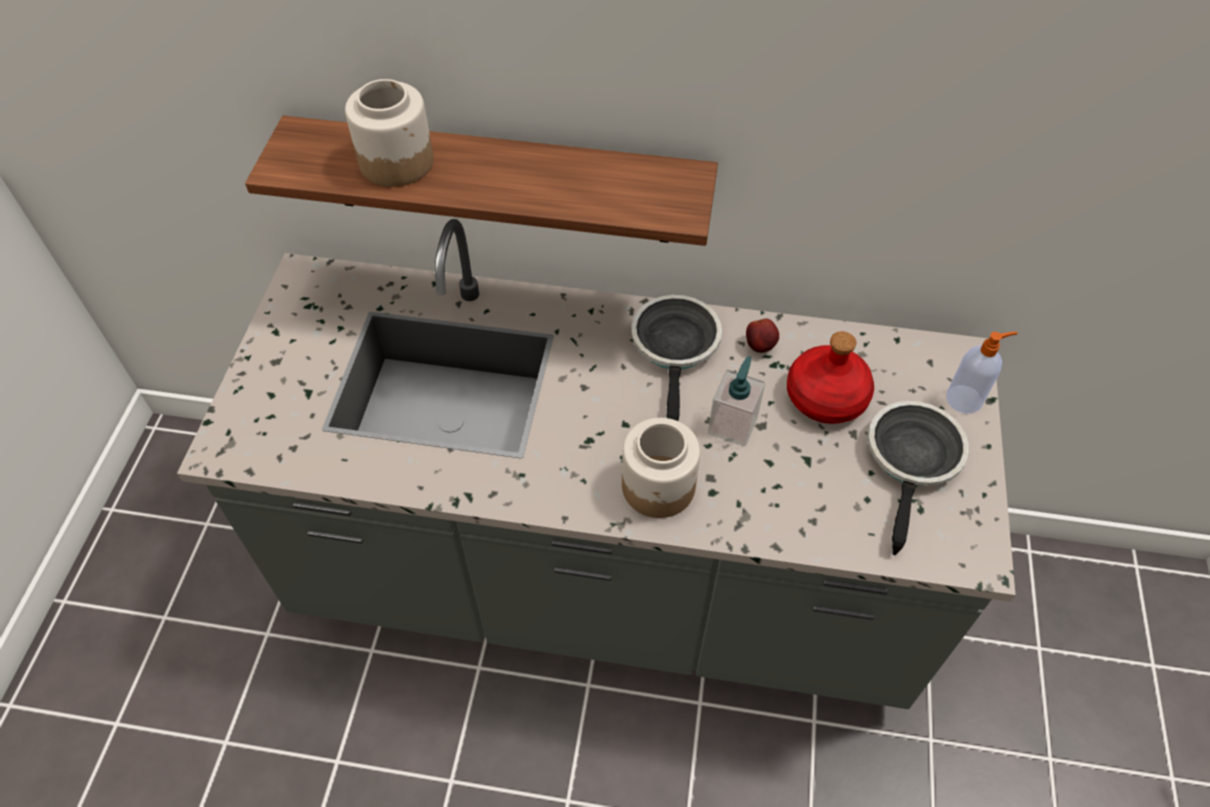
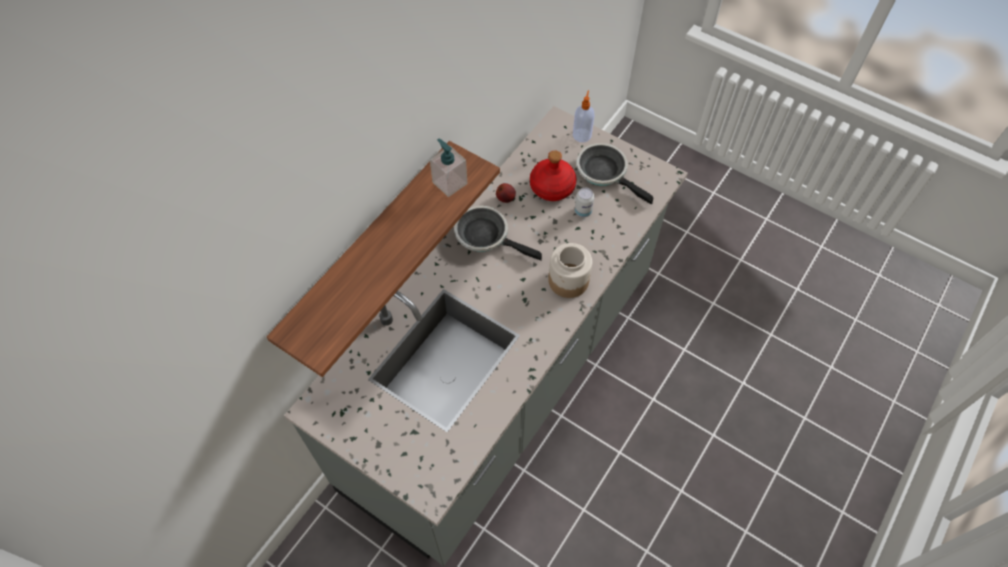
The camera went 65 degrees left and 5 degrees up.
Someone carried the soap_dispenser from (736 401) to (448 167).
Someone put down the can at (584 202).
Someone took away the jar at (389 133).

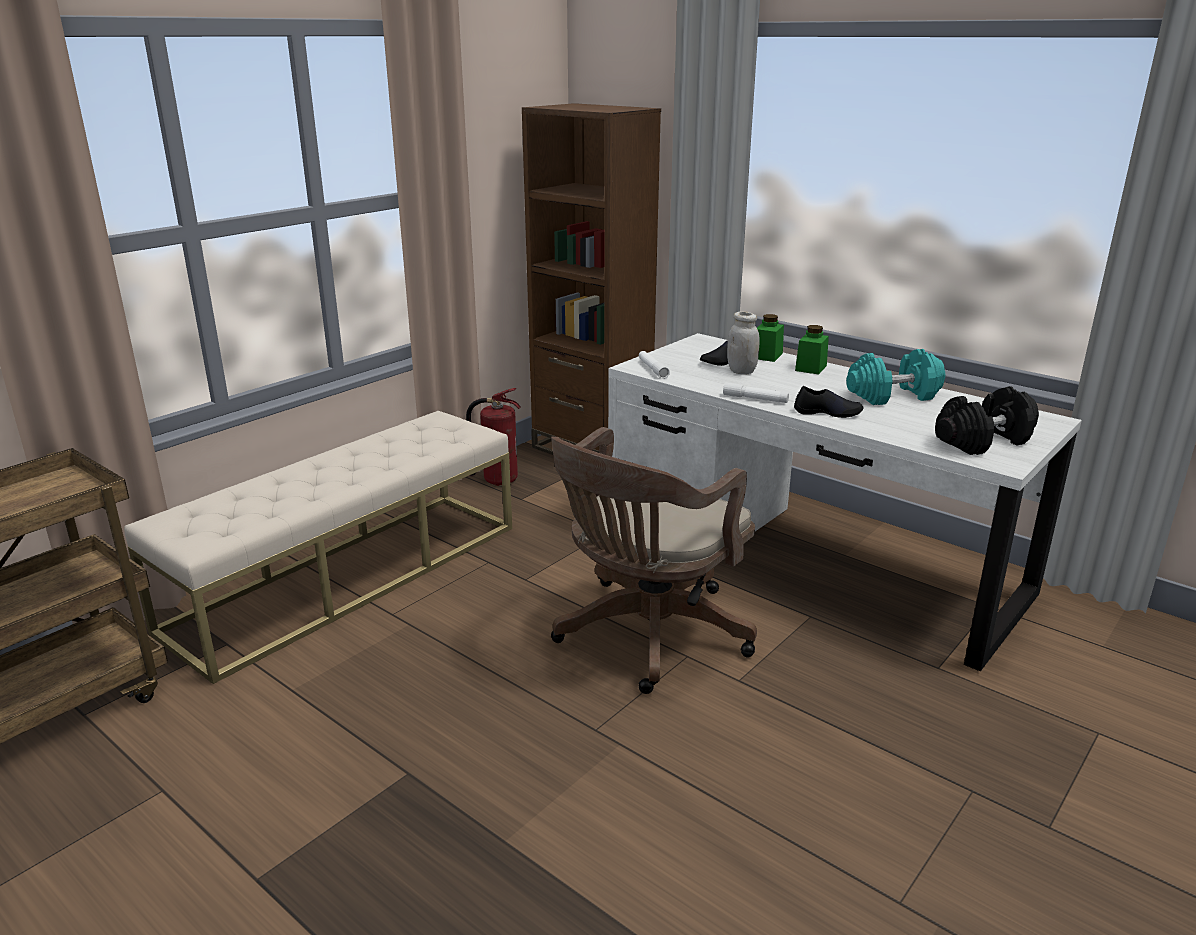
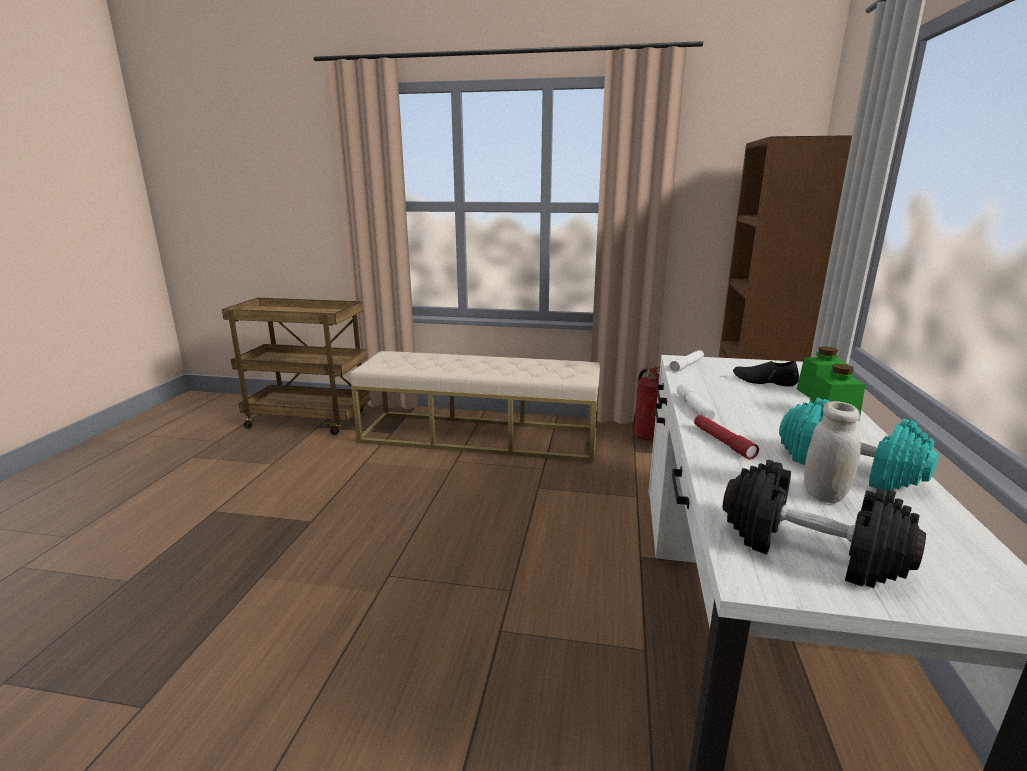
The camera went 60 degrees right and 5 degrees down.
Someone swapped the black_shoe at (829 402) for the red_flashlight at (726 437).
Someone carried the white_jar from (743 342) to (832 452).
Someone took away the brown_office_chair at (654 560).

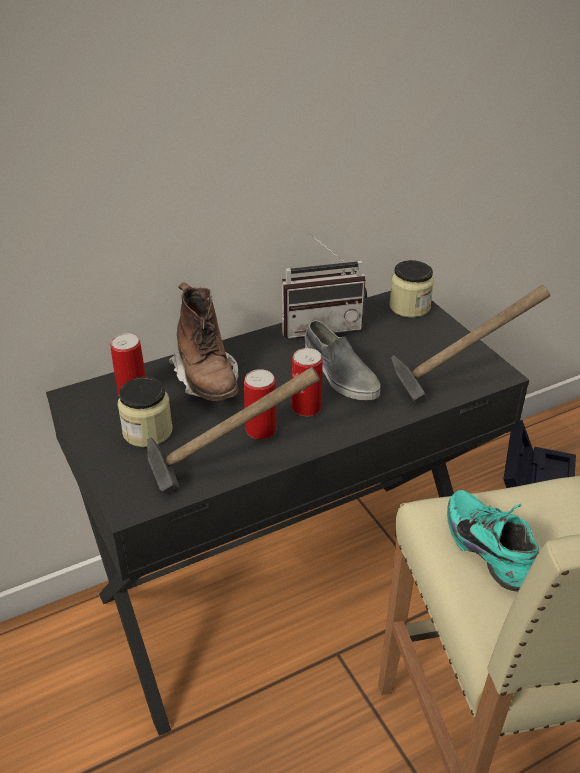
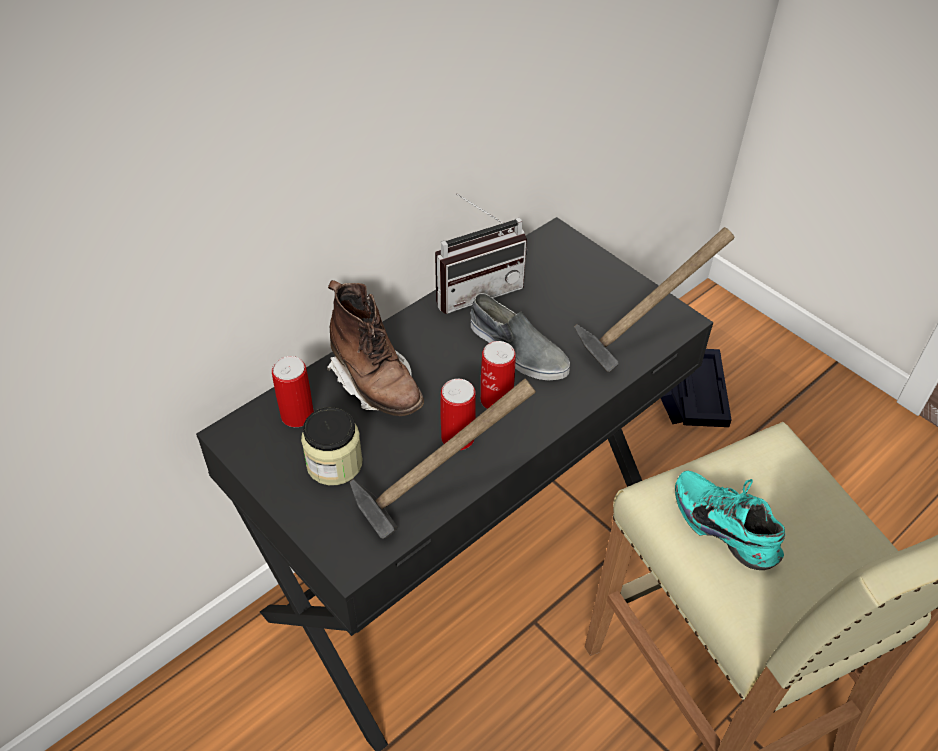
The camera went 15 degrees left and 10 degrees up.
Someone took away the jar at (412 289).

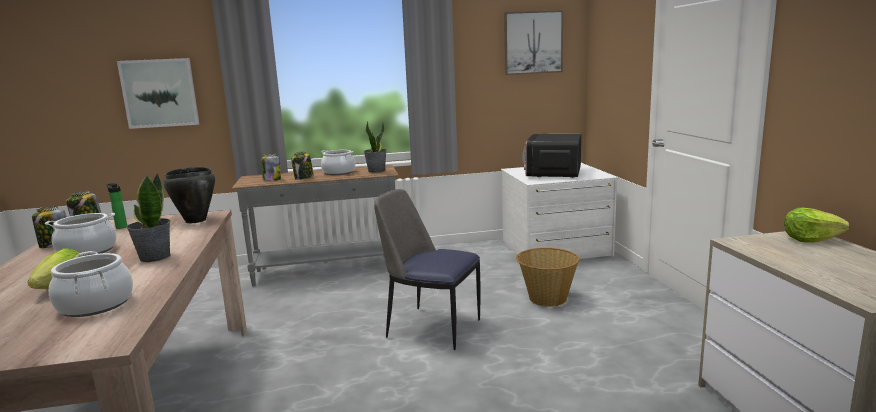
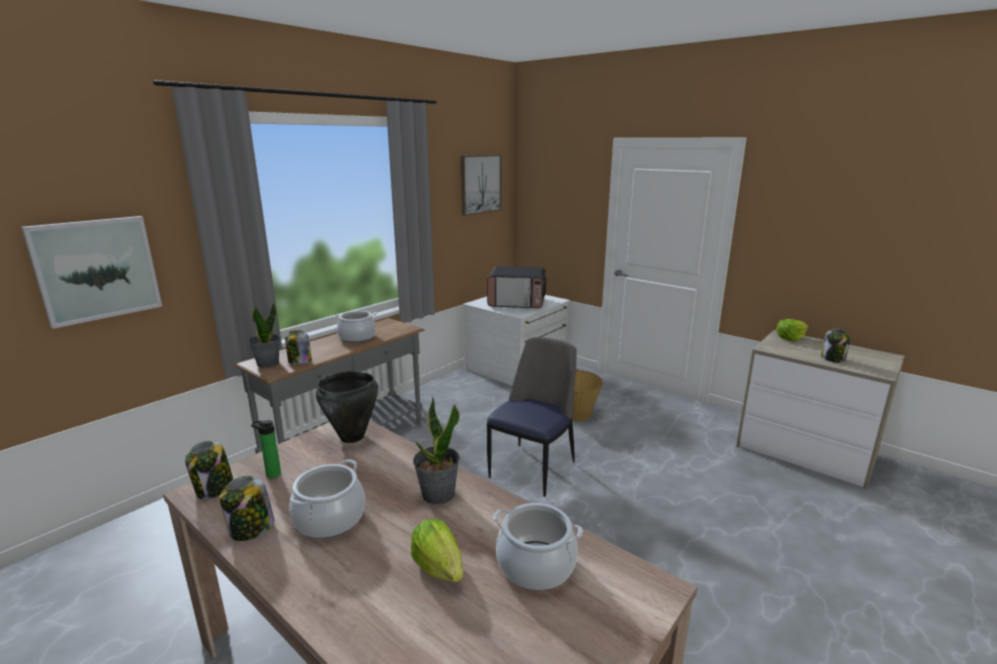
The camera went 40 degrees left and 5 degrees up.
Someone carried the potted_plant from (375 147) to (264 335).
Someone rotated the microwave at (551 156) by 60 degrees counterclockwise.
Someone rotated the chair at (427 269) by 135 degrees clockwise.
Someone carried the jar from (302 165) to (835 345).

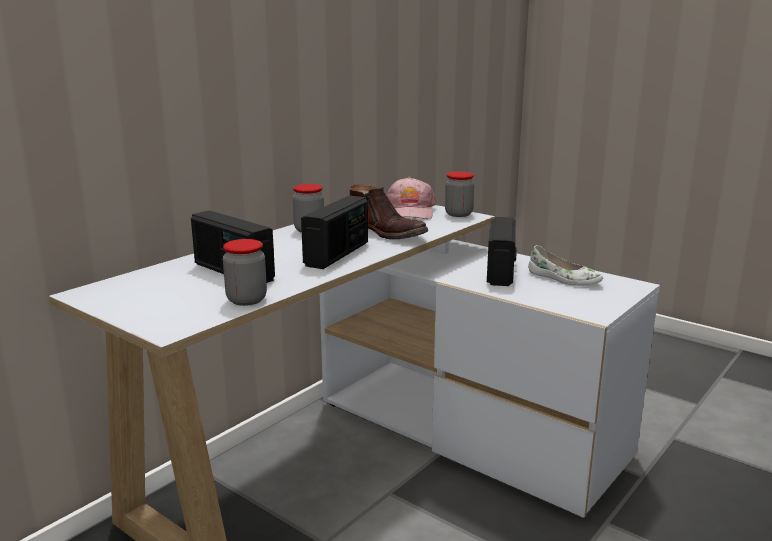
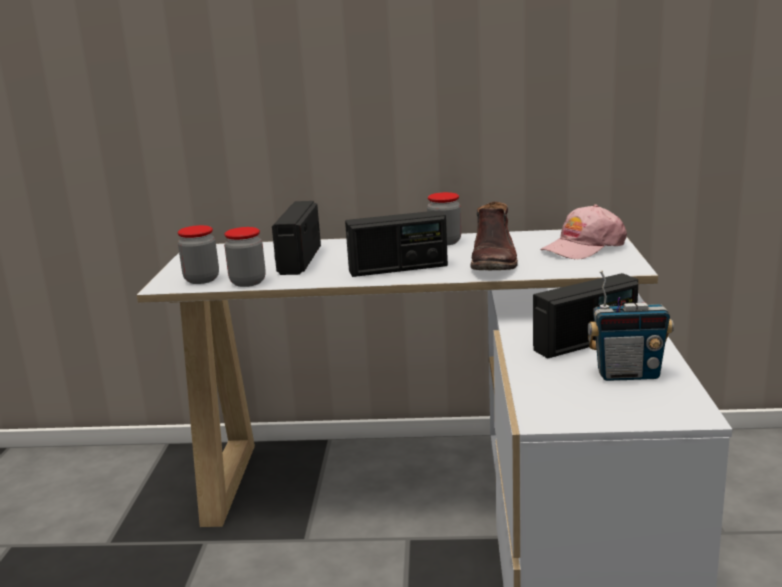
The camera went 55 degrees right and 0 degrees up.
Someone carried the jar from (459 194) to (198 254).
Someone swapped the white_shoe at (565 265) for the radio at (631 325).

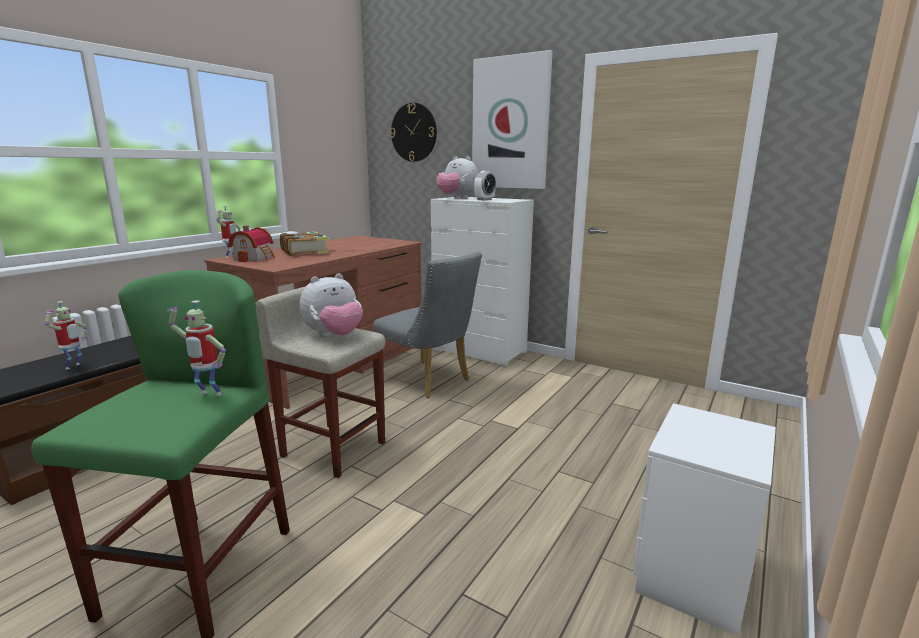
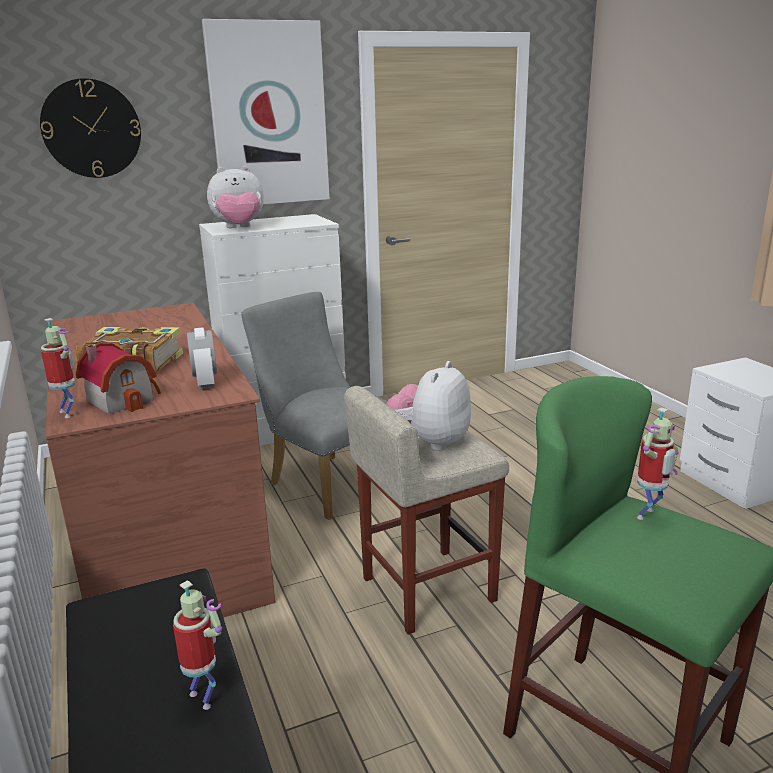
The camera went 55 degrees left and 5 degrees up.
Someone carried the alarm_clock from (485 185) to (202 358).
Someone rotated the grey_chair at (427 325) by 120 degrees counterclockwise.
Someone rotated the plush_toy at (331 305) by 150 degrees counterclockwise.

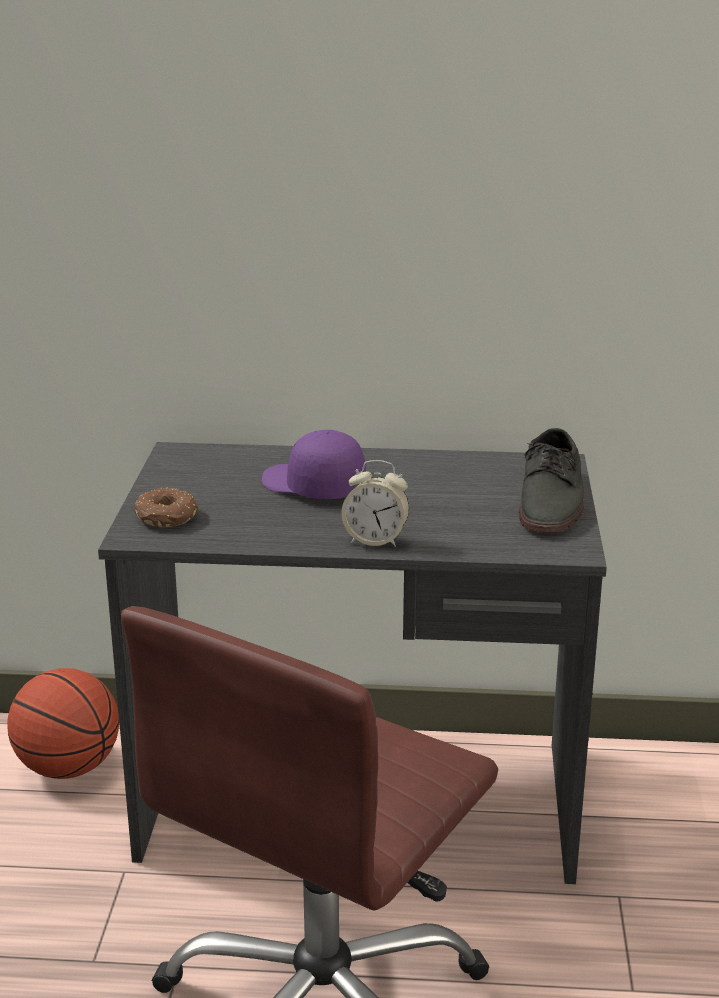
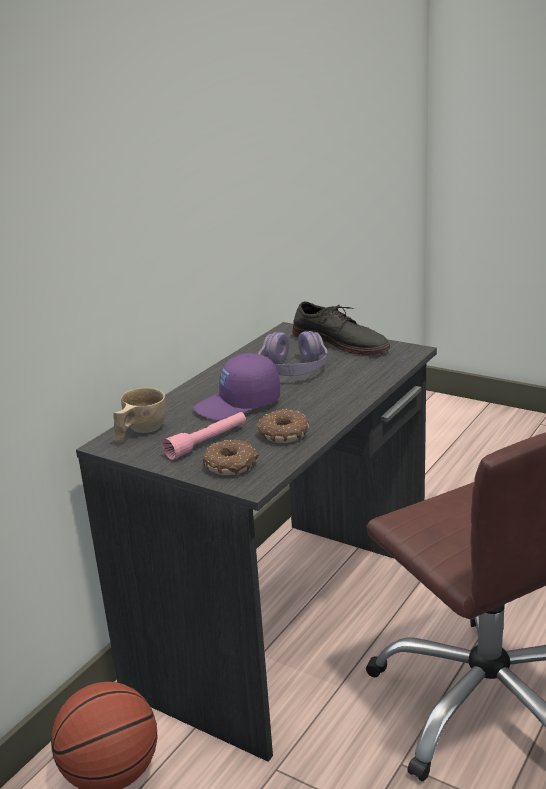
The camera went 60 degrees left and 0 degrees up.
Someone put down the beige_cup at (139 415).
Someone put down the pink_flashlight at (204 436).
Someone put down the donut at (282 426).
Someone put down the purple_headphones at (293 353).
Someone took away the alarm_clock at (375 503).

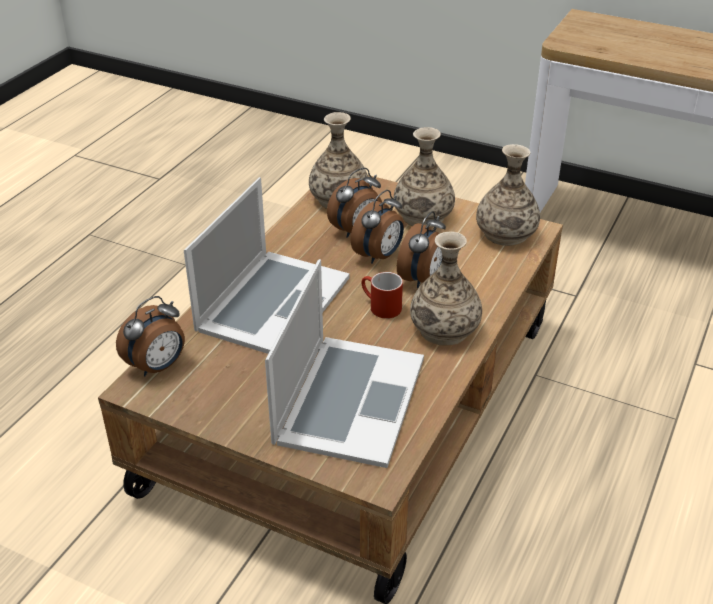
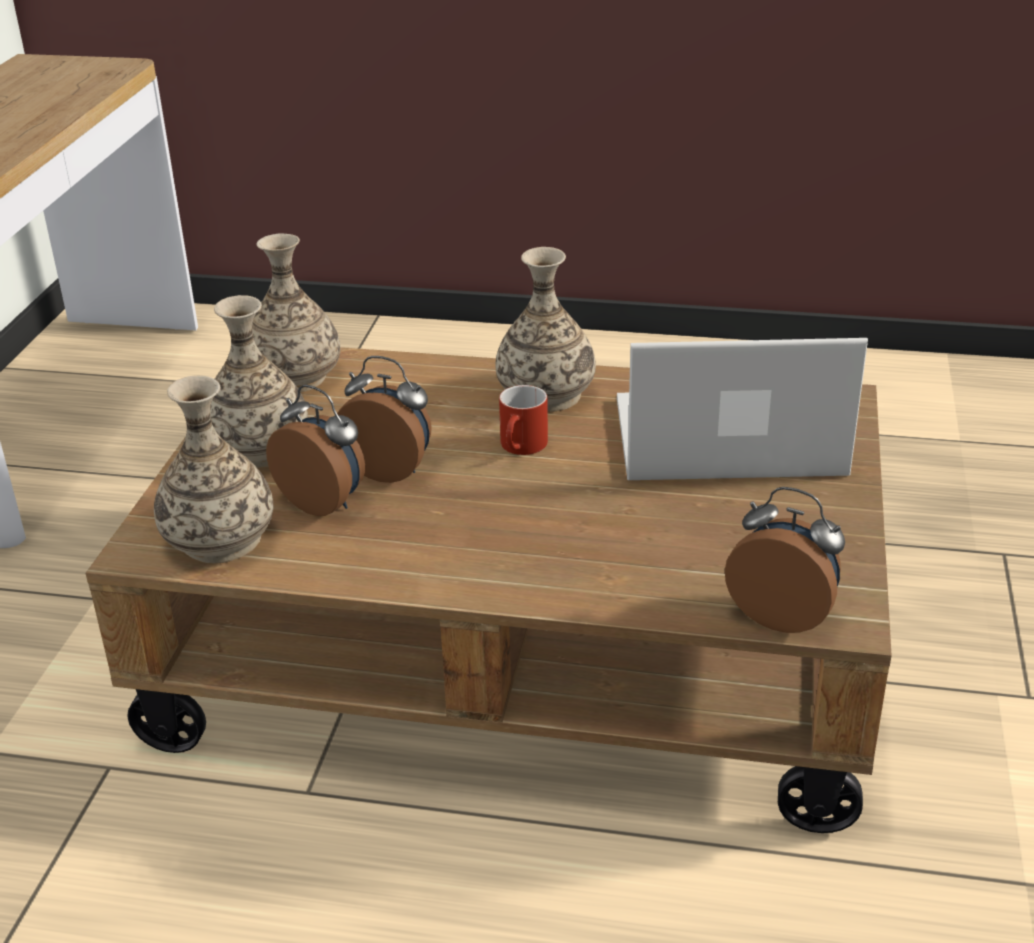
The camera went 105 degrees left and 5 degrees down.
Someone took away the laptop at (267 265).
Someone took away the alarm_clock at (421 249).

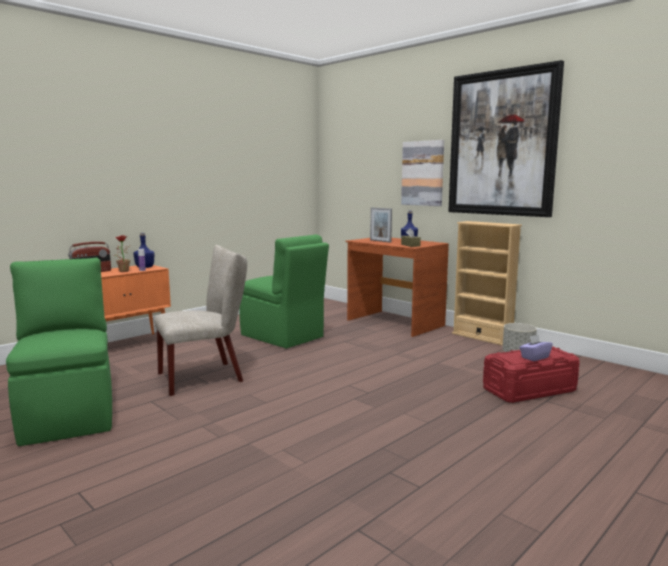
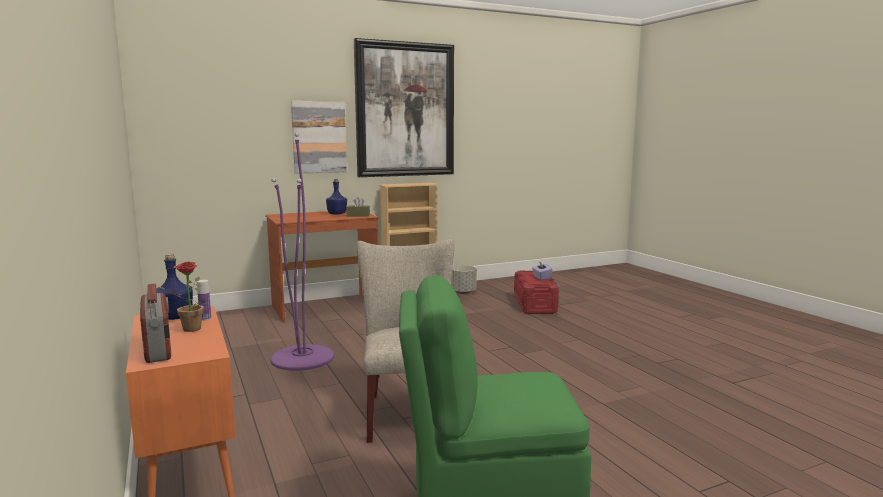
The camera went 70 degrees left and 0 degrees up.
Someone swapped the green_chair at (284 291) for the purple_floor_lamp at (302 251).
Someone took away the picture_frame at (381 225).

